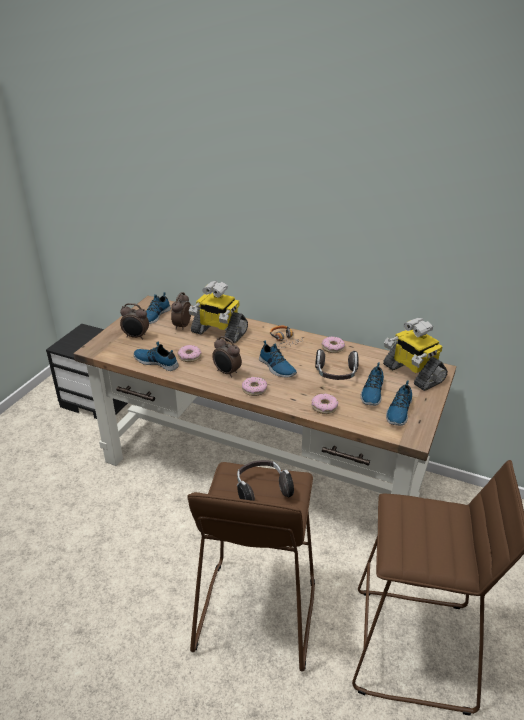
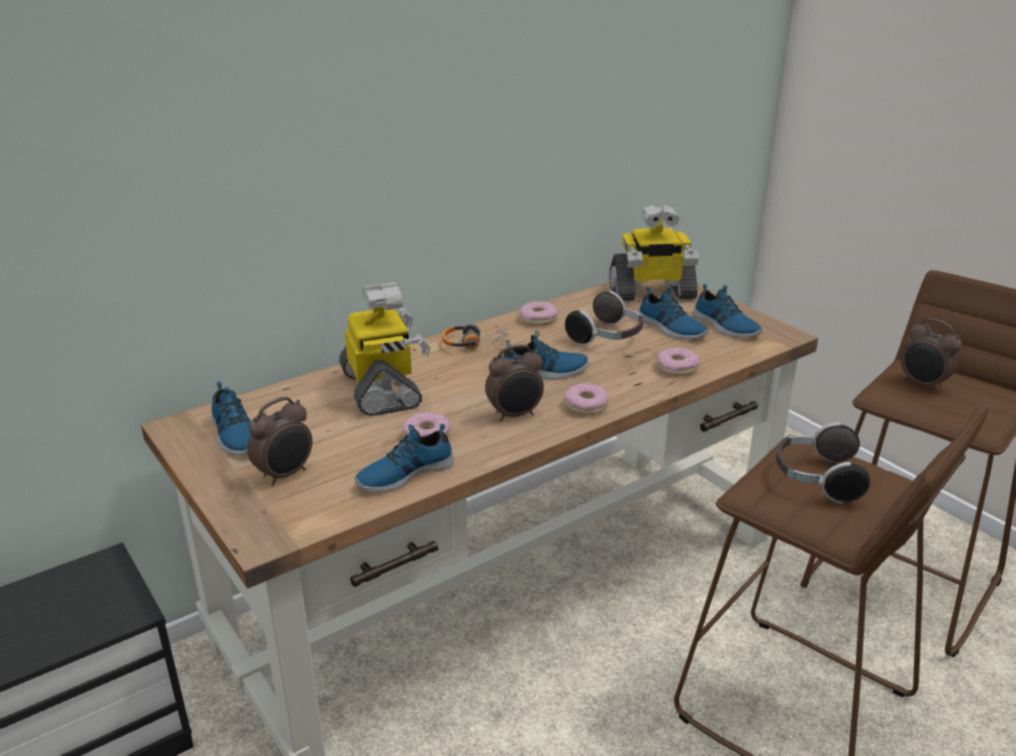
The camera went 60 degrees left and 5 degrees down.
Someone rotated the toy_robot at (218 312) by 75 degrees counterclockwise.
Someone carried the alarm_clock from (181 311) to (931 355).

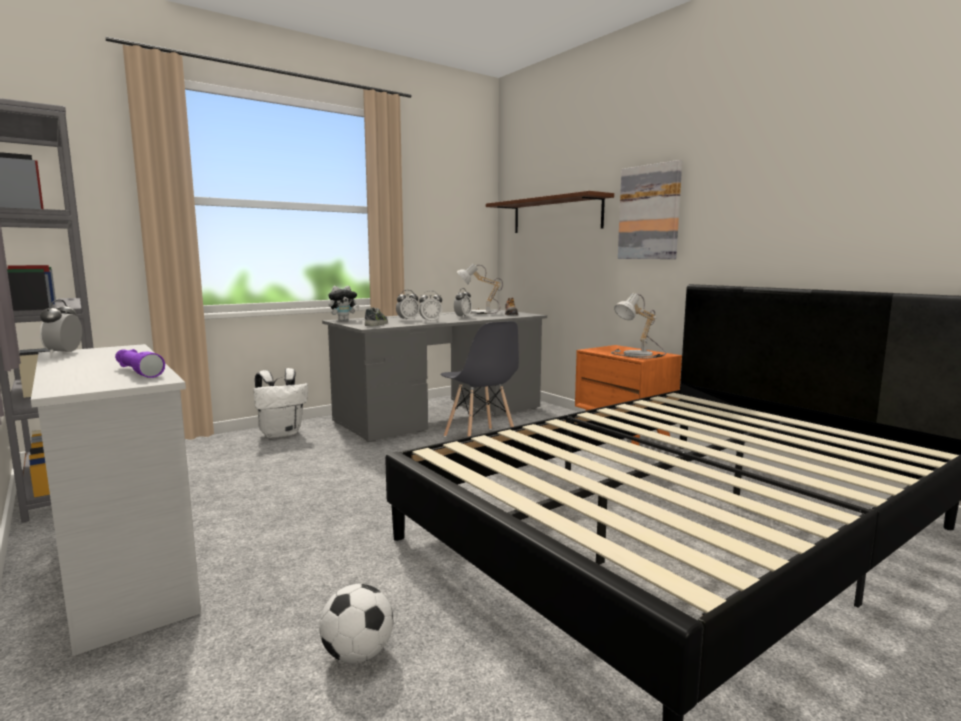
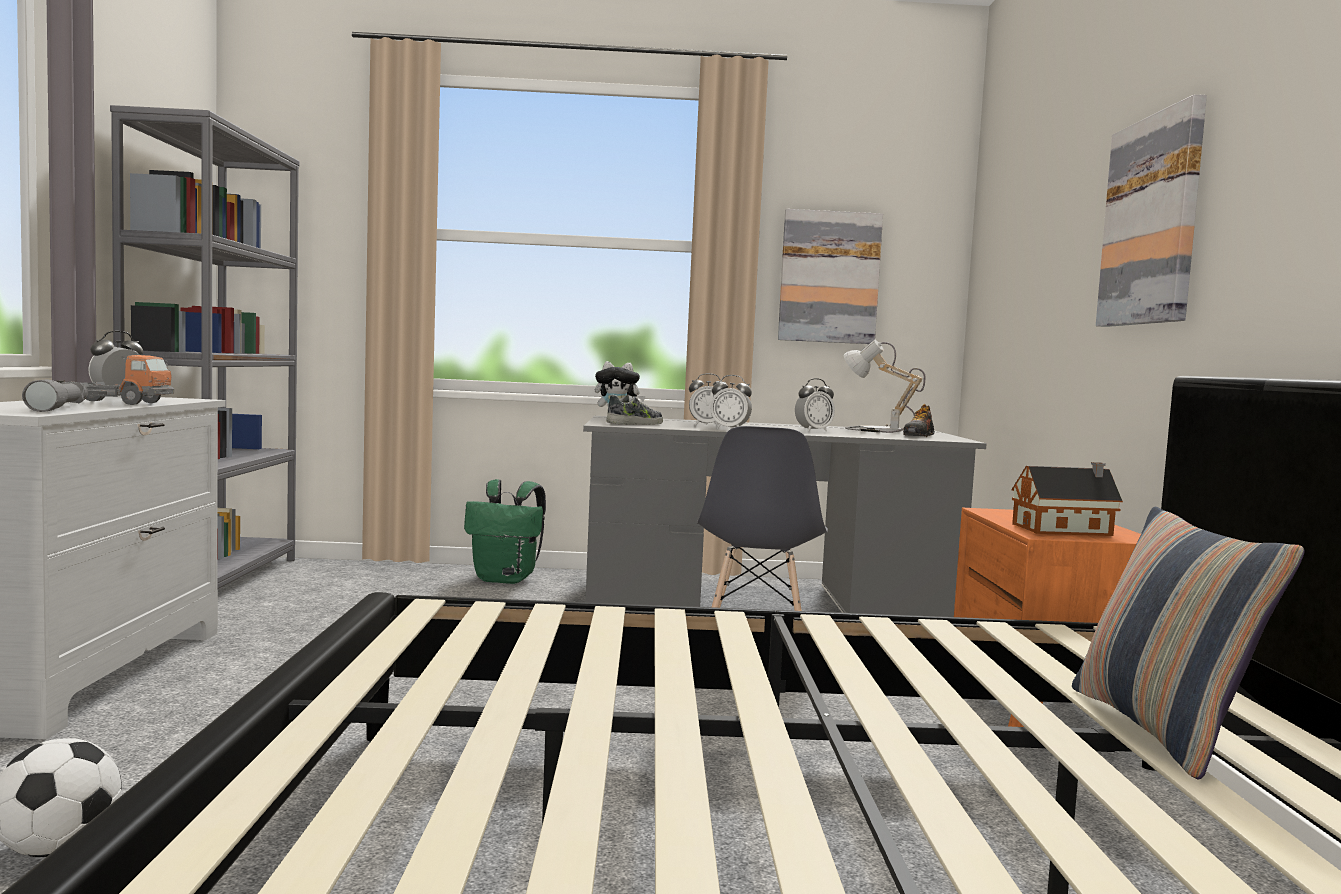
The camera went 35 degrees right and 5 degrees down.
Someone repainted the purple_flashlight at (140 363), which became the grey_flashlight at (55 396).
Someone put down the toy_truck at (115 380).
Someone repainted the white_backpack at (280 403), which became the green_backpack at (505 531).
Someone put up the picture at (830 276).
Someone swapped the table_lamp at (638 325) for the toy_house at (1067 499).
Someone put down the pillow at (1188 643).
Someone took away the brown_shelf at (550 212).

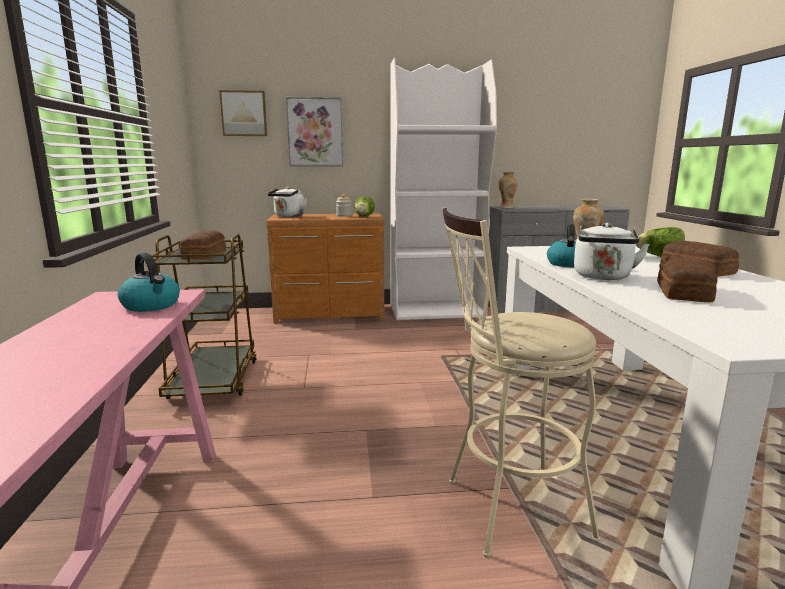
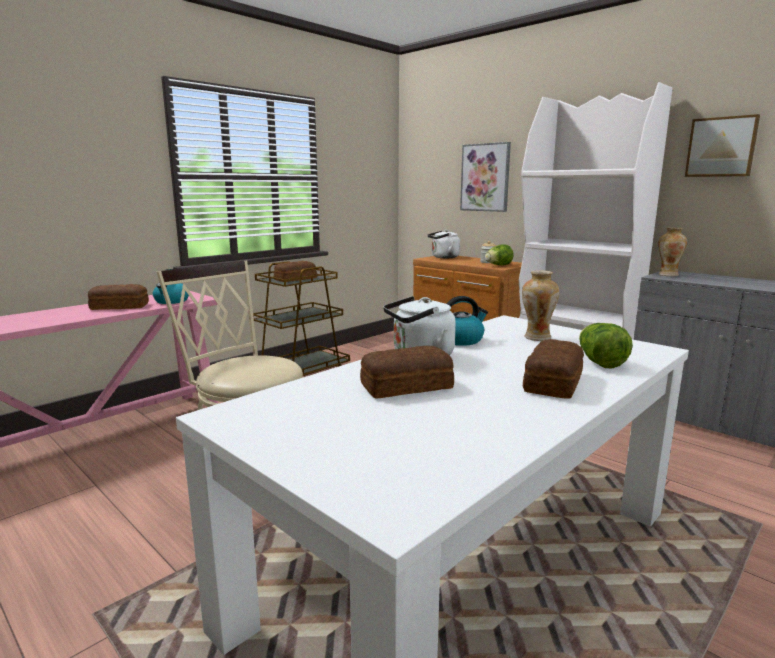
The camera went 50 degrees right and 0 degrees up.
Someone put down the bread at (118 297).
Someone carried the picture from (243 113) to (722 145).

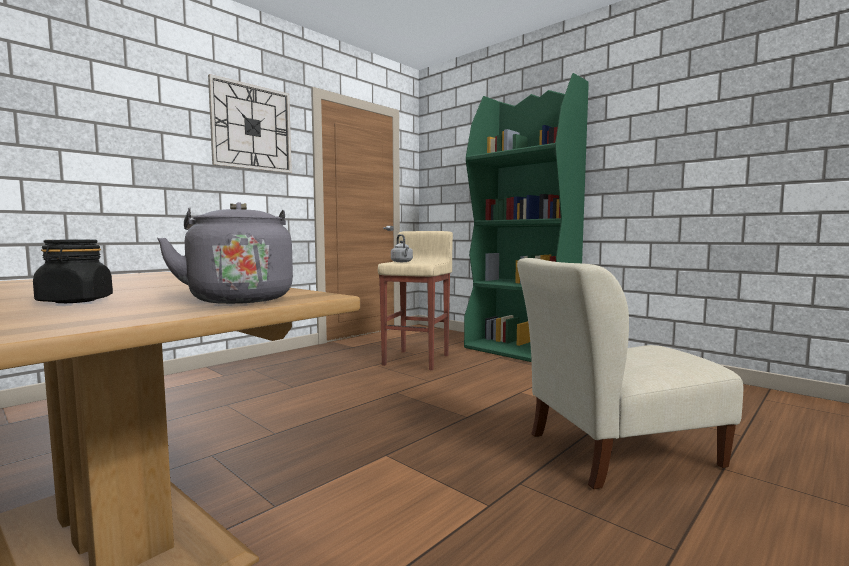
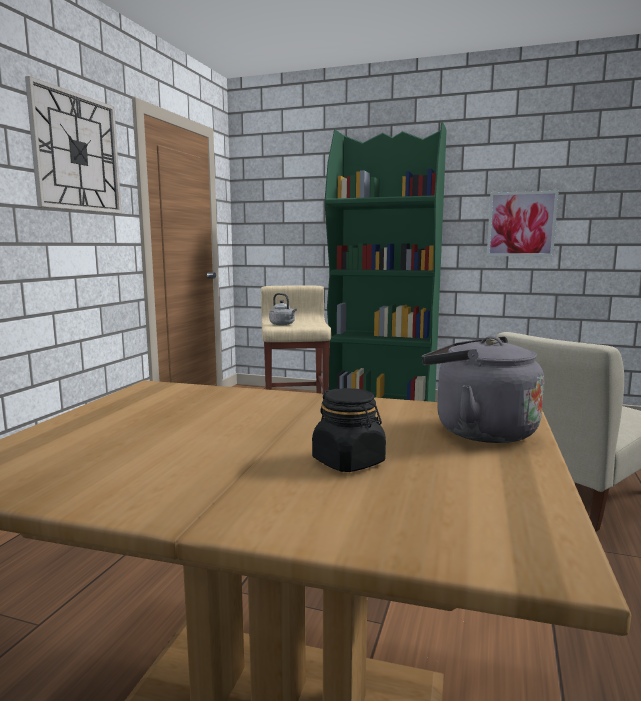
The camera went 25 degrees left and 5 degrees up.
Someone put up the picture at (523 223).

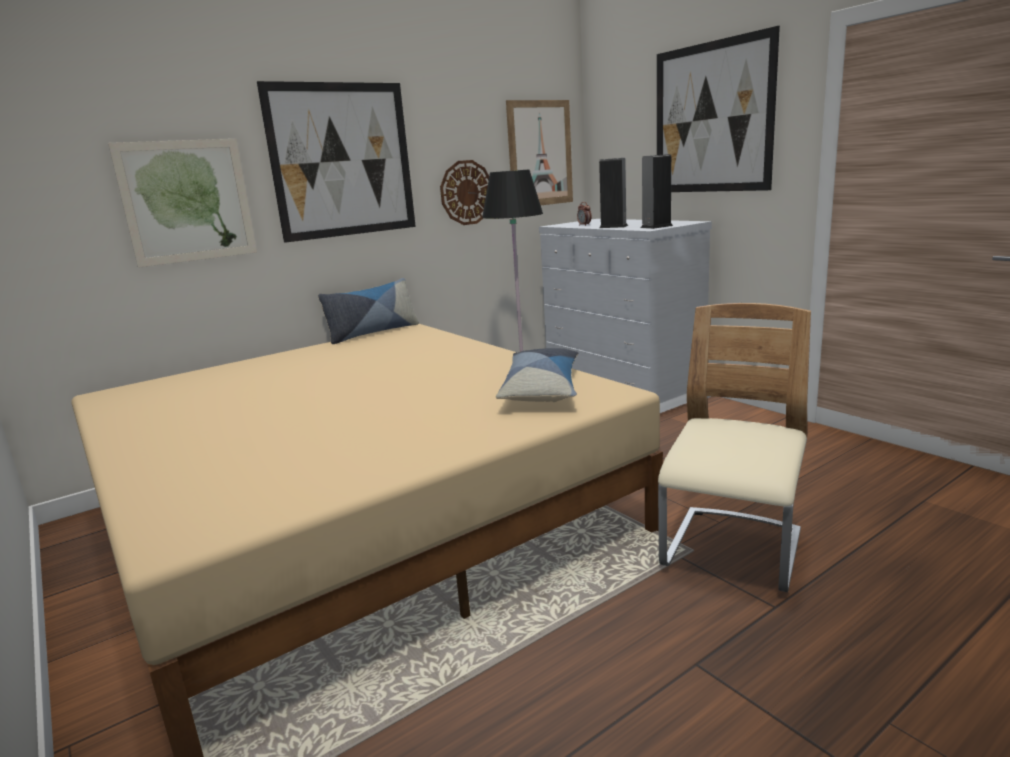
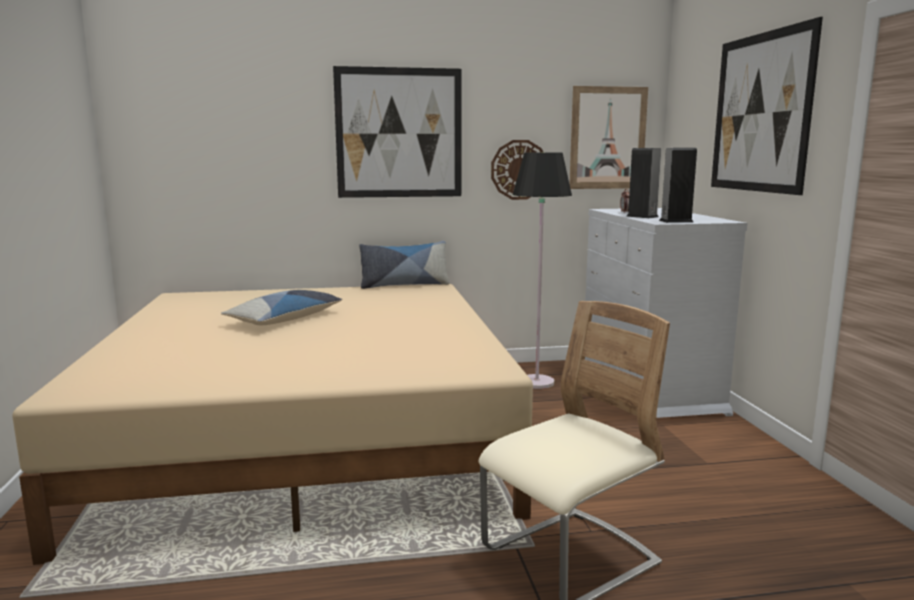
The camera went 25 degrees right and 5 degrees down.
Someone carried the pillow from (537 375) to (281 307).
Someone took away the picture at (182 203).

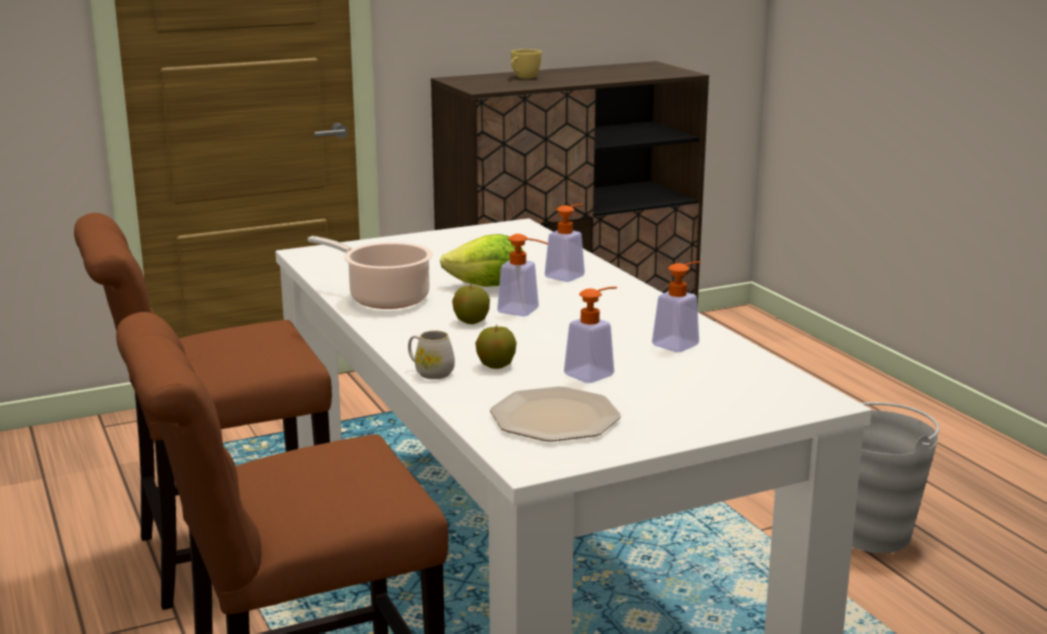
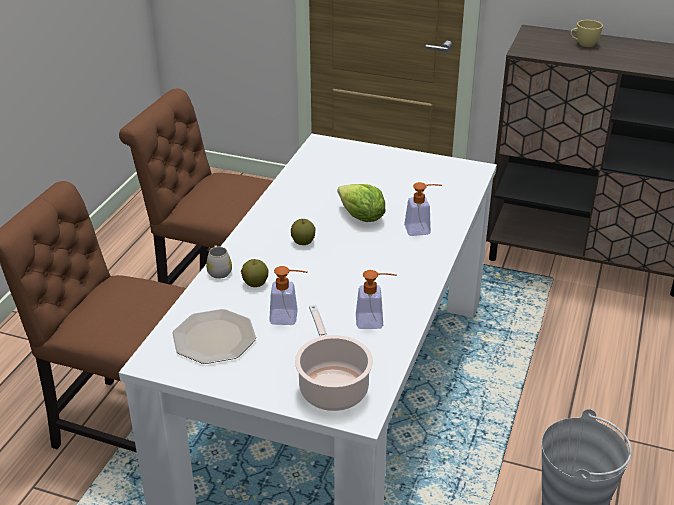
The camera went 45 degrees right and 15 degrees up.
Someone carried the cooking_pot from (370 272) to (334 358).
Someone took away the soap_dispenser at (522 275).

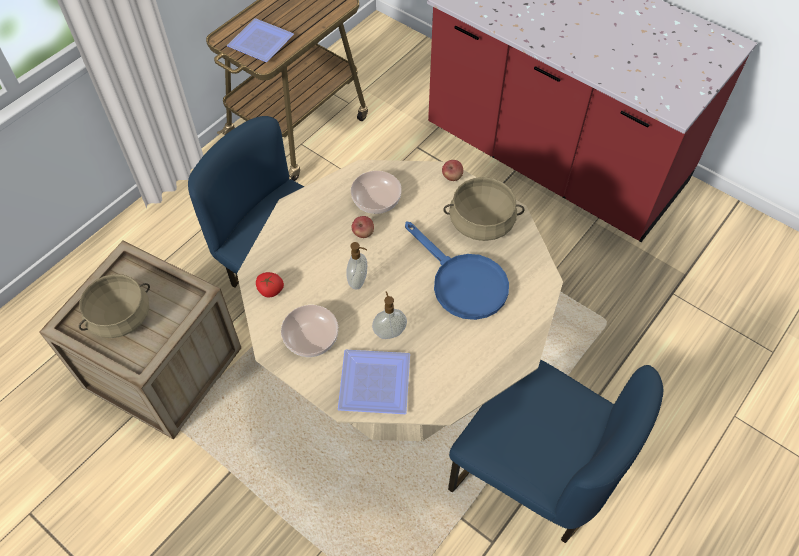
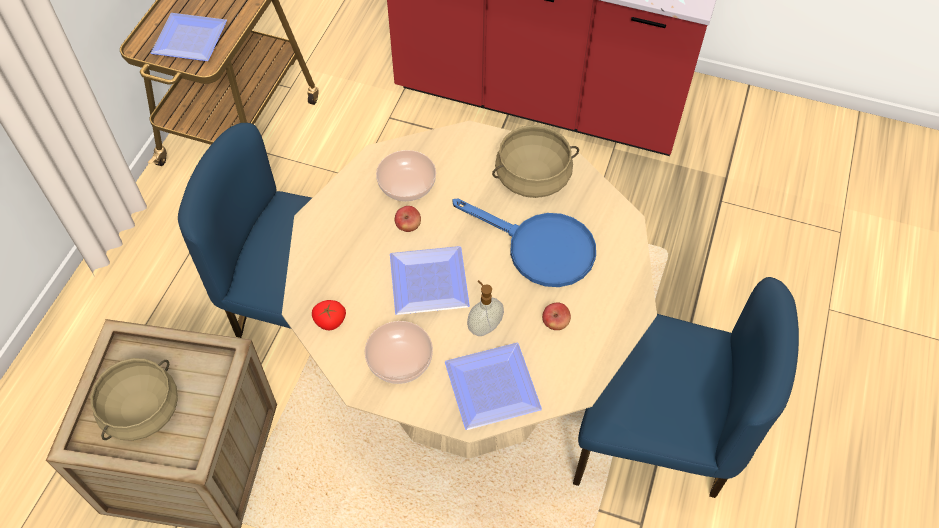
The camera went 20 degrees left and 0 degrees up.
Someone swapped the soap_dispenser at (356 265) for the plate at (430 280).
Someone carried the apple from (452 170) to (556 316).

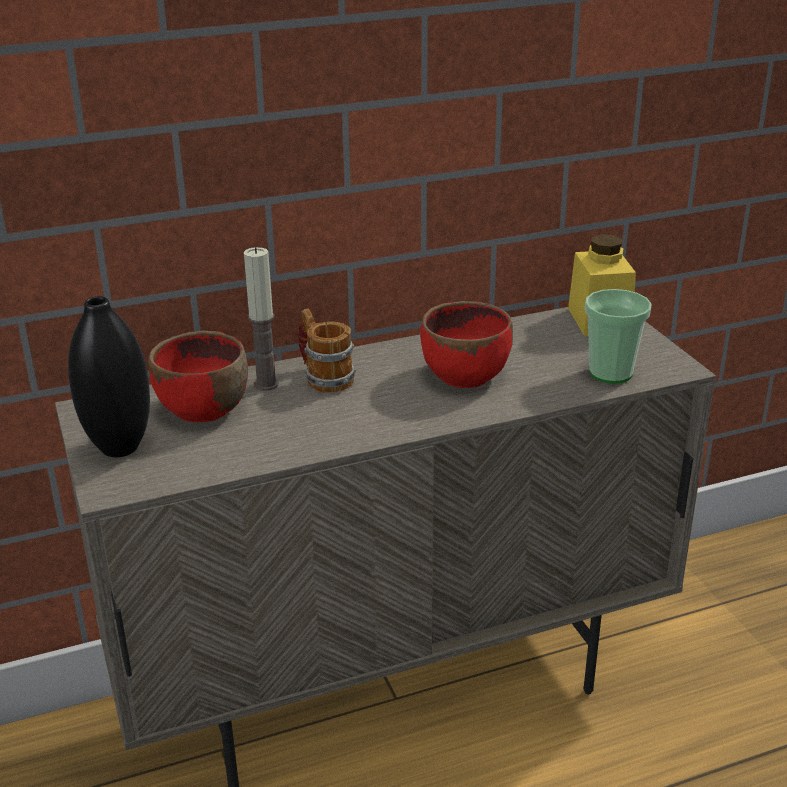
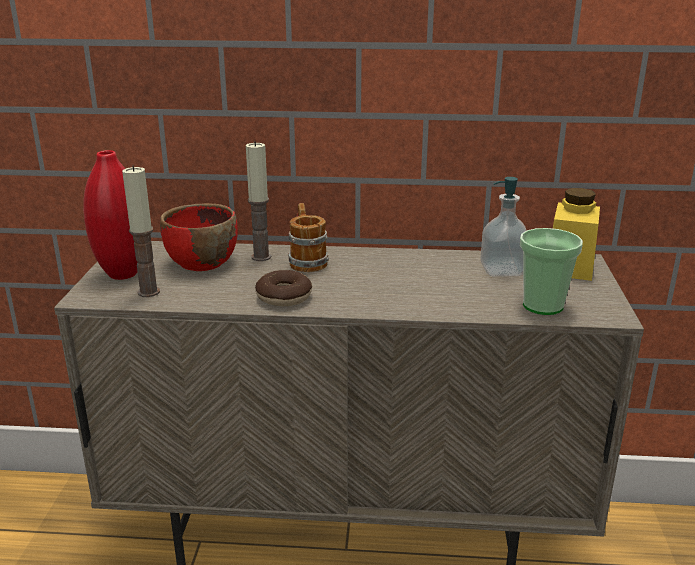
The camera went 25 degrees right and 5 degrees down.
Someone repainted the black_vase at (109 376), which became the red_vase at (110 215).
Someone put down the candle at (141 231).
Someone put down the donut at (283 288).
Someone put down the soap_dispenser at (503 227).
Someone took away the red_bowl at (466 344).

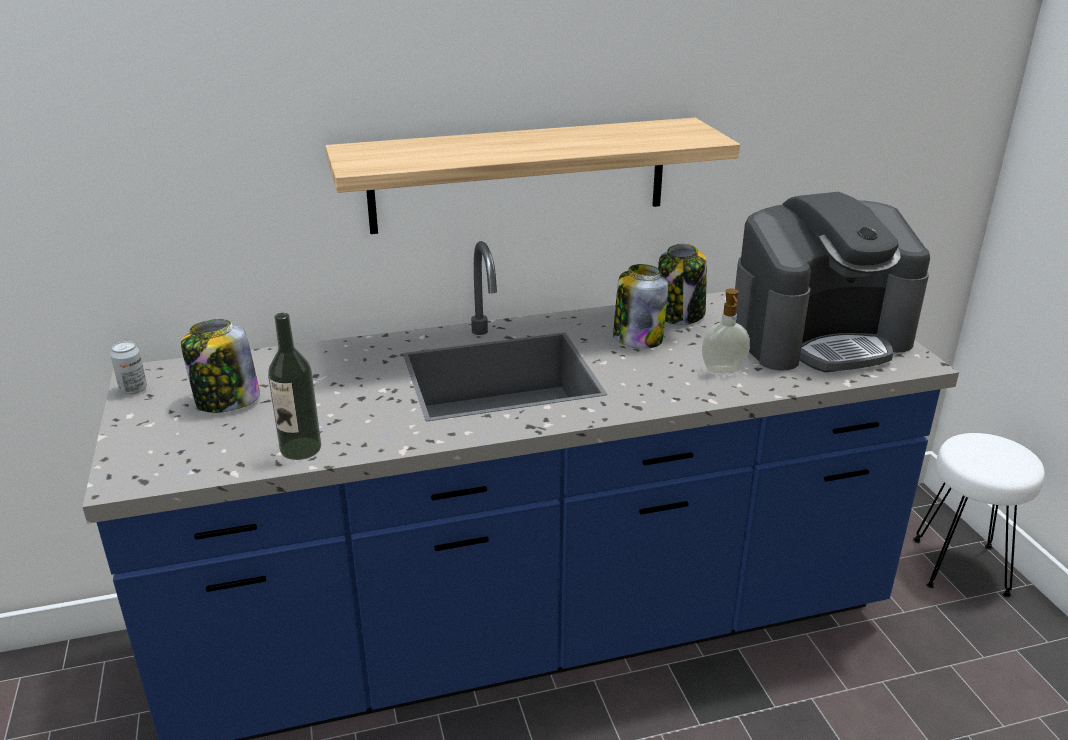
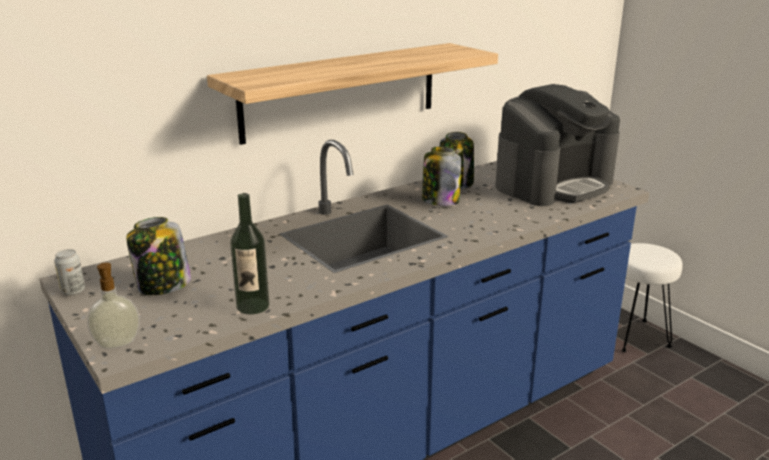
The camera went 20 degrees left and 5 degrees down.
Someone carried the soap_dispenser from (726 330) to (113 306).

